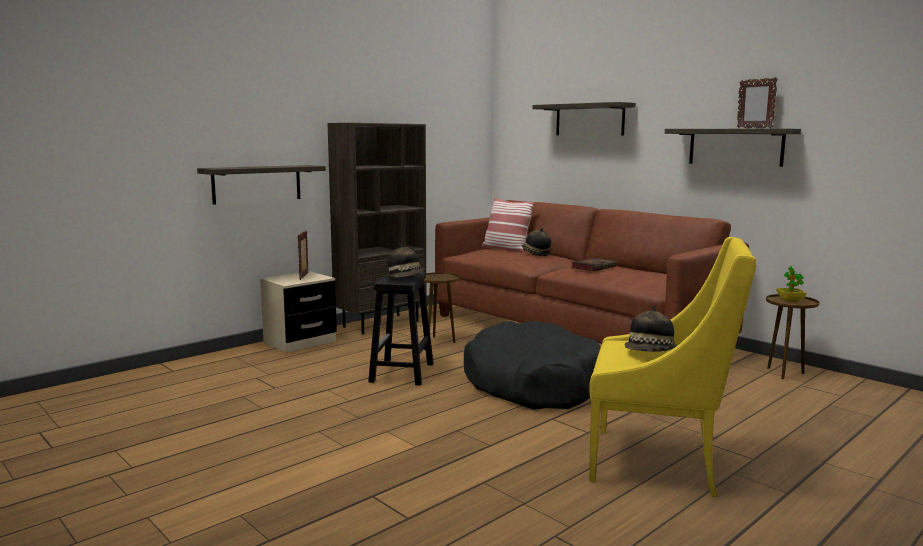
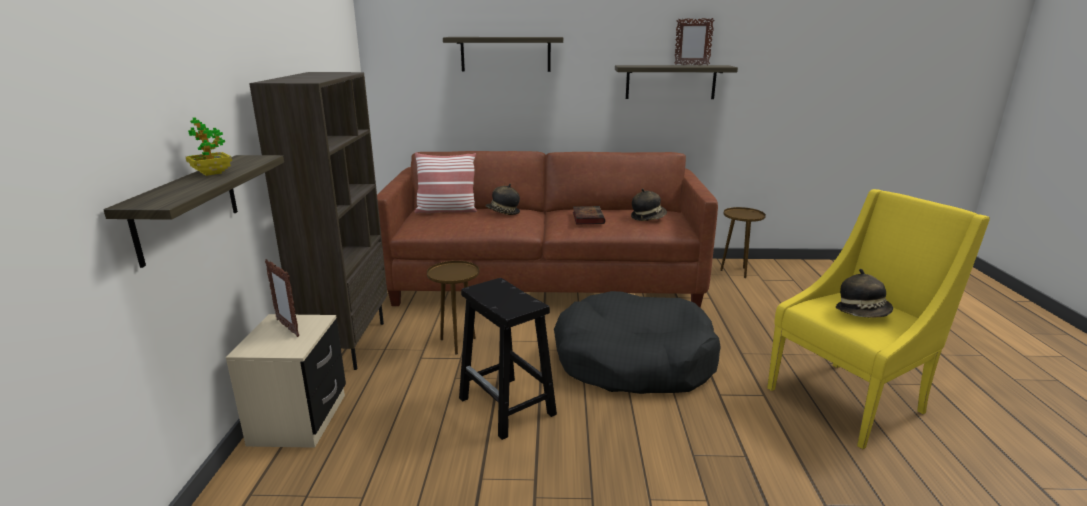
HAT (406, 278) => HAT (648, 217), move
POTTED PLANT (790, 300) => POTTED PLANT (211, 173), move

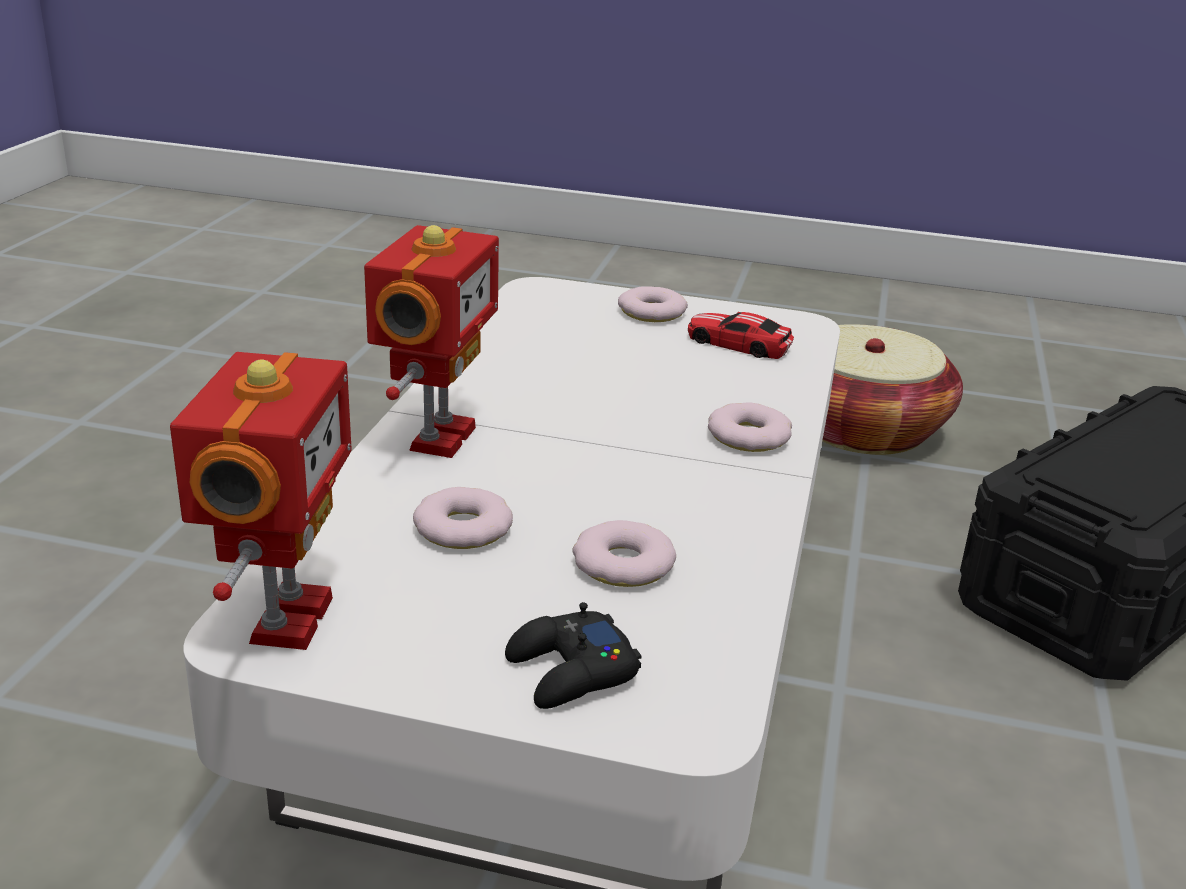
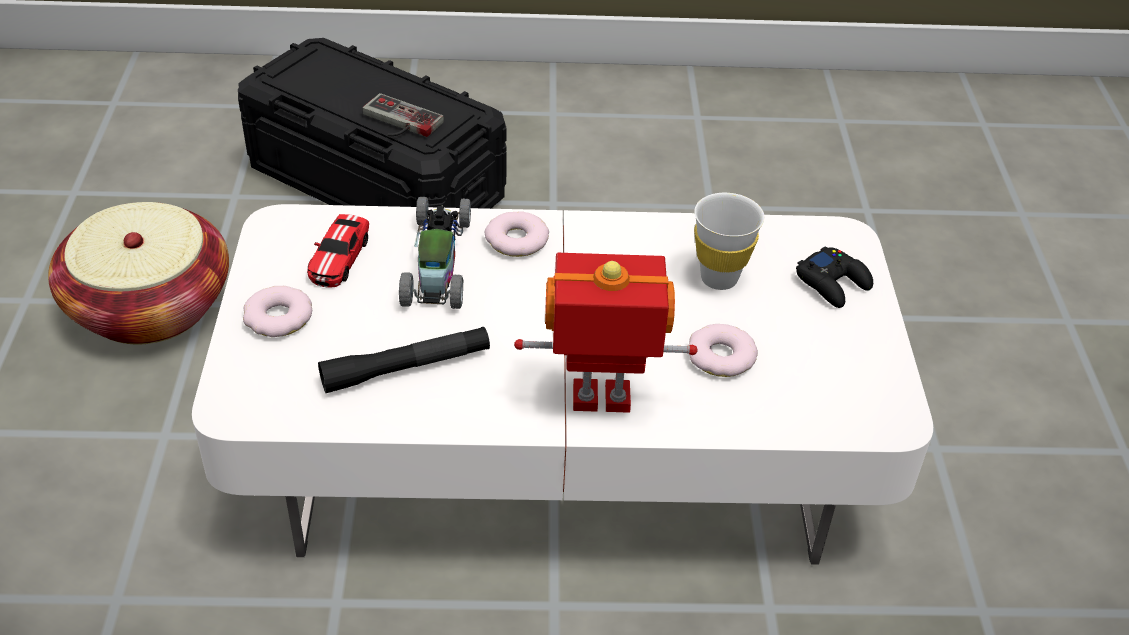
TOY ROBOT (285, 619) => nothing
DONUT (623, 564) => WHITE CUP (719, 278)
nothing => BLACK FLASHLIGHT (406, 368)
nothing => GAME CONTROLLER (397, 122)
nothing => TOY CAR (438, 262)

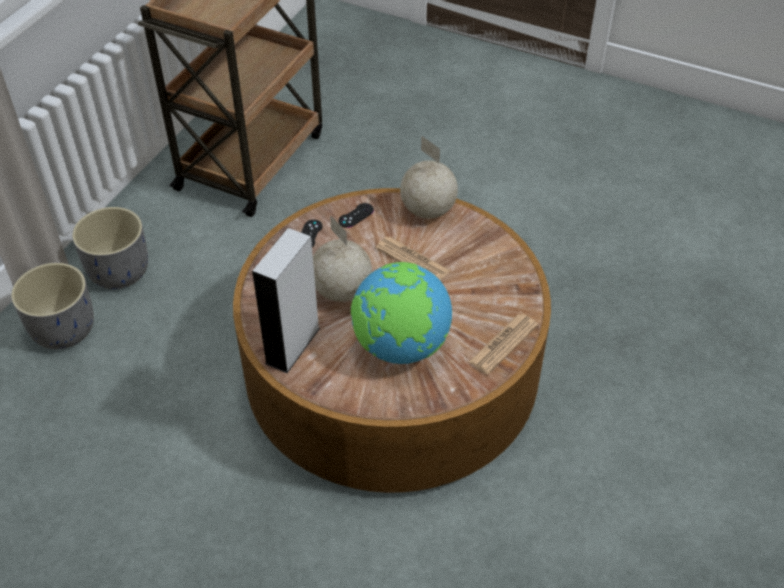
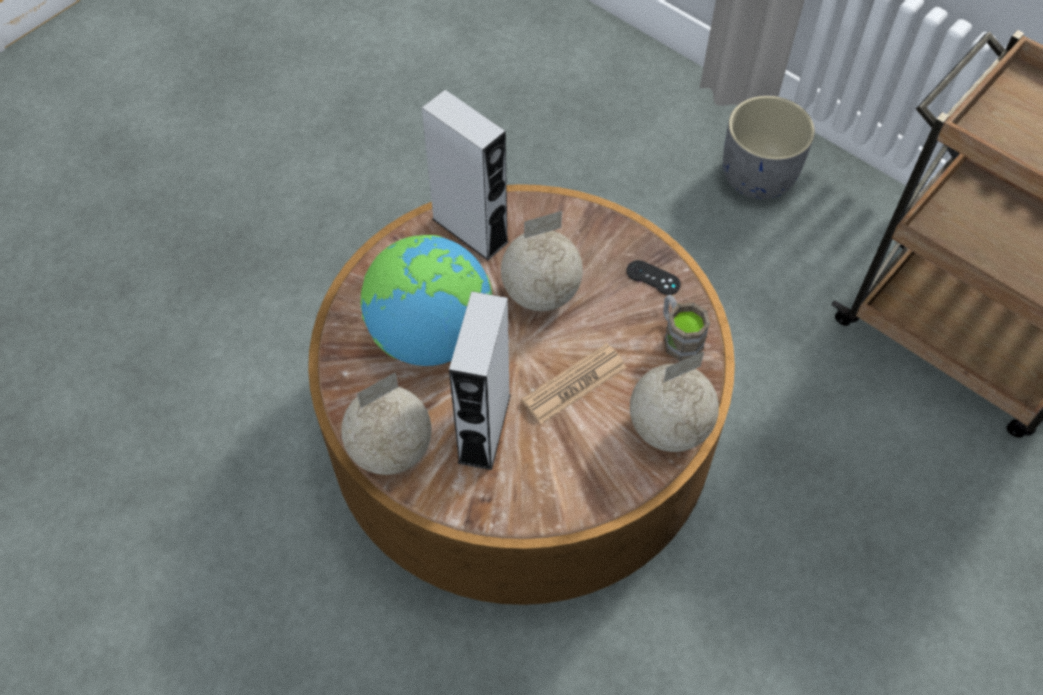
GREY PLANTER (64, 328) => nothing
BLACK GAME CONTROLLER (356, 215) => BROWN MUG (678, 337)
NEWSPAPER (503, 344) => GLOBE (392, 450)
nothing => GREY SPEAKER (484, 428)

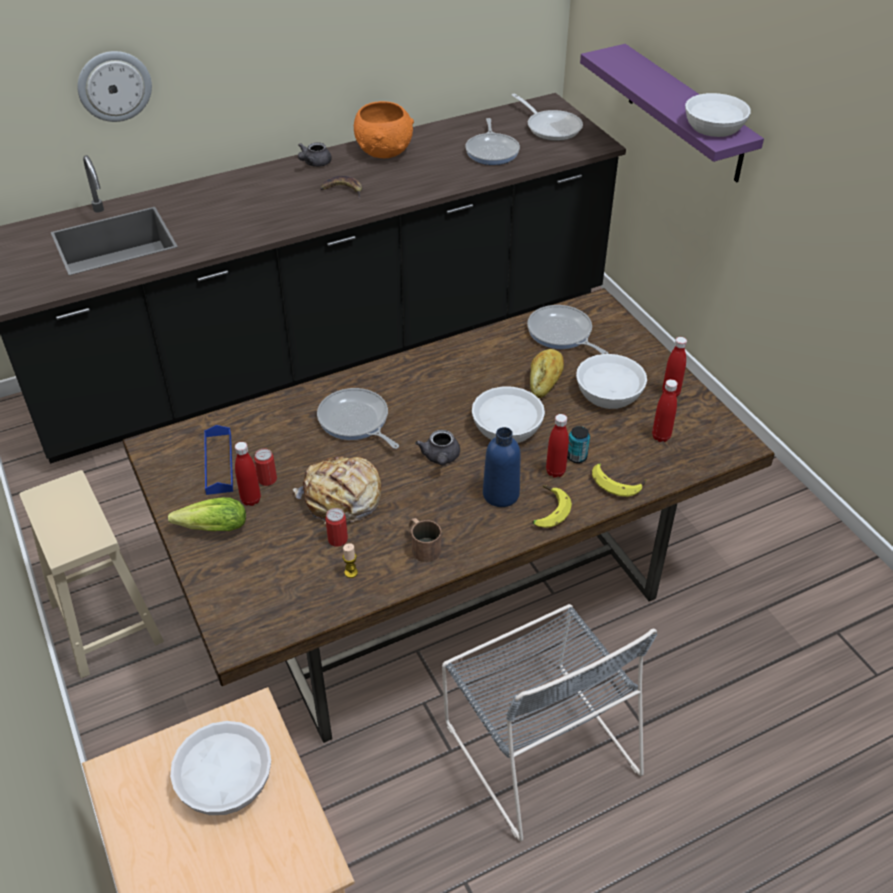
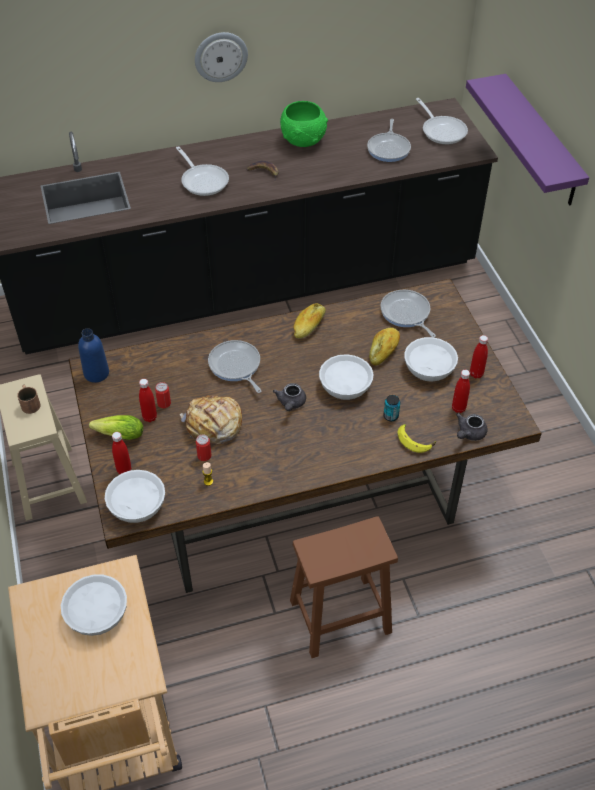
WALL CLOCK (114, 86) => WALL CLOCK (220, 56), move
BLUE TRAY (219, 463) => nothing
GREY TEAPOT (314, 163) => GREY TEAPOT (469, 433), move
ORANGE BOWL (385, 152) => GREEN BOWL (304, 141)
BROWN MUG (422, 545) => BROWN MUG (29, 403), move
GREY CHAIR (538, 743) => BROWN STOOL (338, 617)
BLUE BOTTLE (501, 494) => BLUE BOTTLE (96, 373), move
BANANA (547, 511) => nothing
RED BOTTLE (555, 471) => RED BOTTLE (124, 470), move
WHITE BOWL (713, 126) => WHITE BOWL (136, 504), move
nothing => FRYING PAN (203, 180)
nothing => BREAD (309, 325)

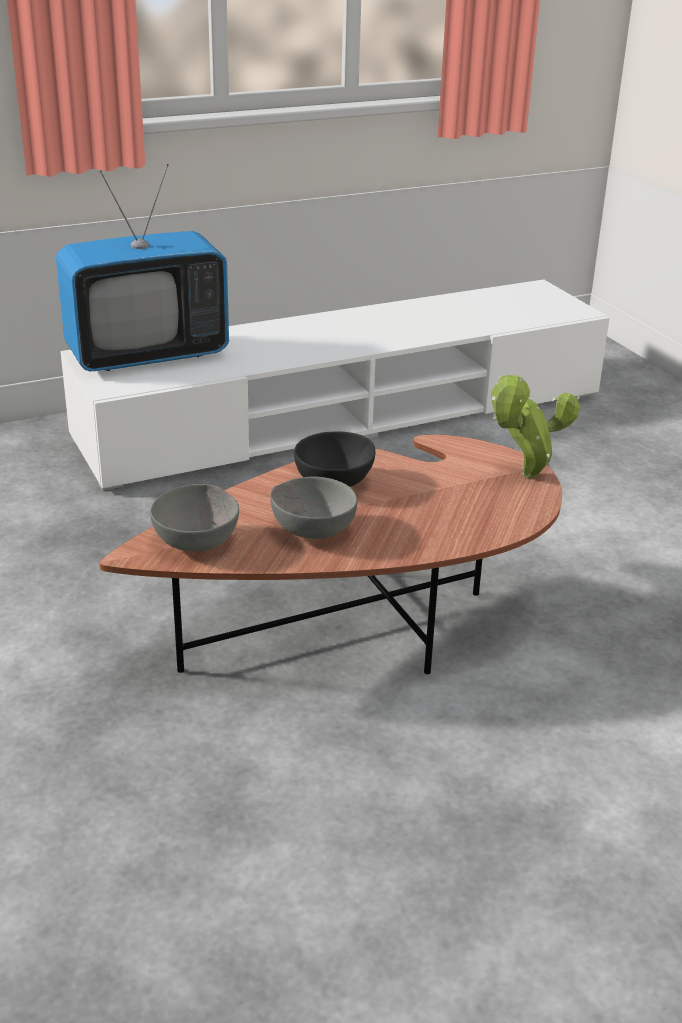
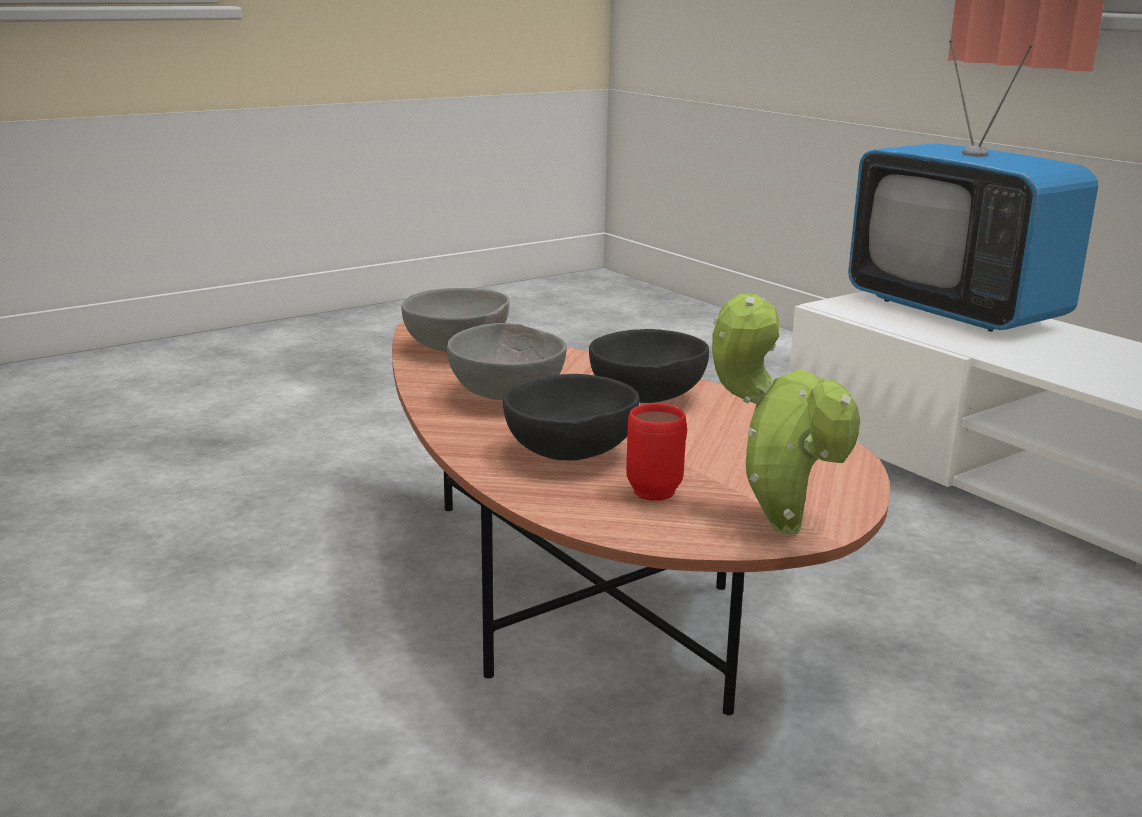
nothing => BLACK BOWL (570, 455)
nothing => RED MUG (661, 489)

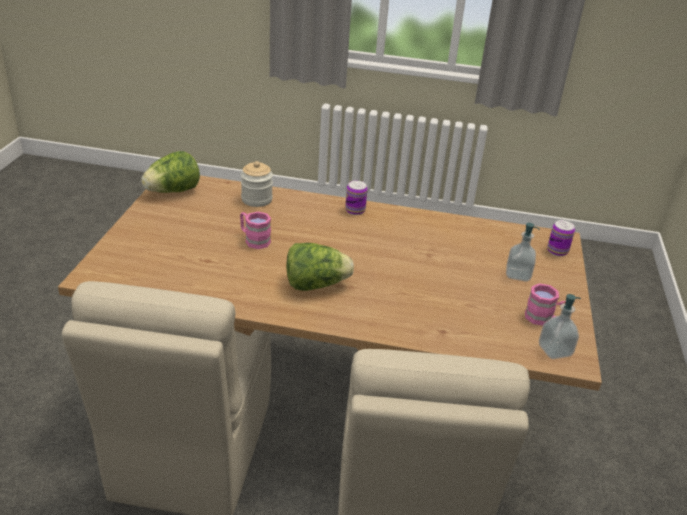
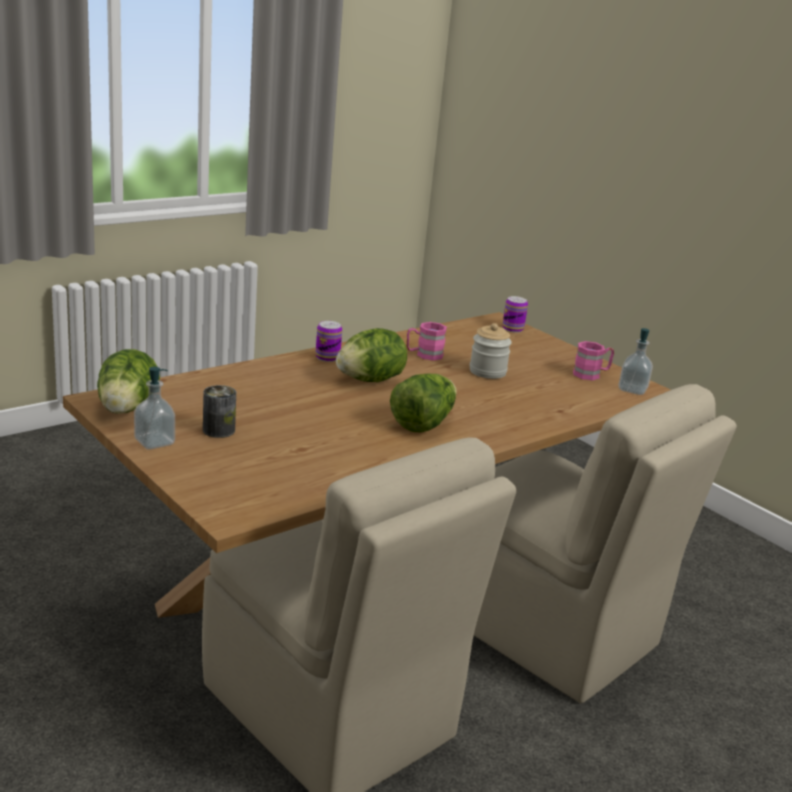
PINK MUG (254, 240) => PINK MUG (424, 355), move
JAR (256, 199) => JAR (487, 372), move
SOAP DISPENSER (518, 275) => SOAP DISPENSER (154, 442), move
nothing => CAN (218, 430)
nothing => LETTUCE (370, 380)

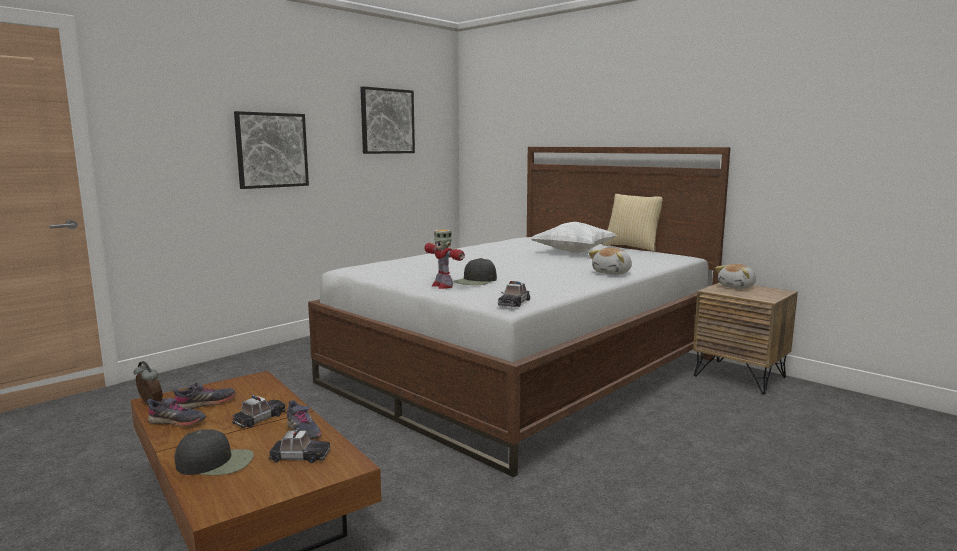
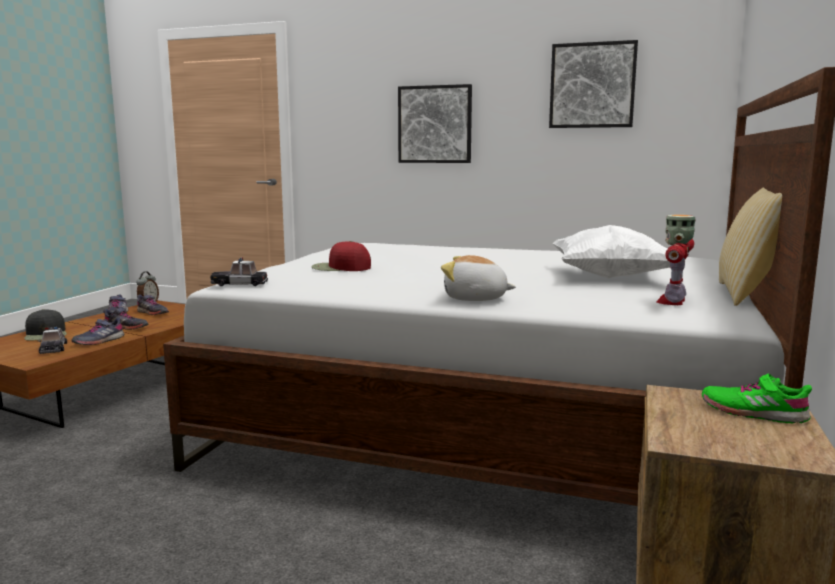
TOY CAR (259, 418) => GREY SHOE (126, 328)
TOY ROBOT (442, 286) => TOY ROBOT (672, 301), move
BLACK CAP (476, 281) => RED CAP (340, 268)
PLUSH TOY (737, 287) => GREEN SHOE (753, 412)

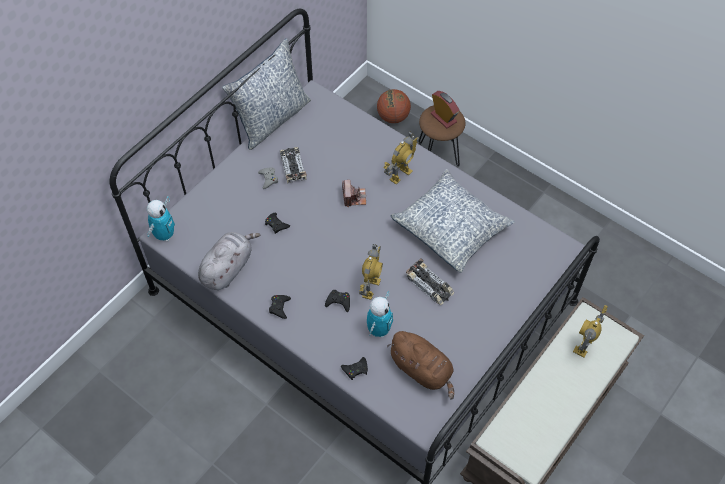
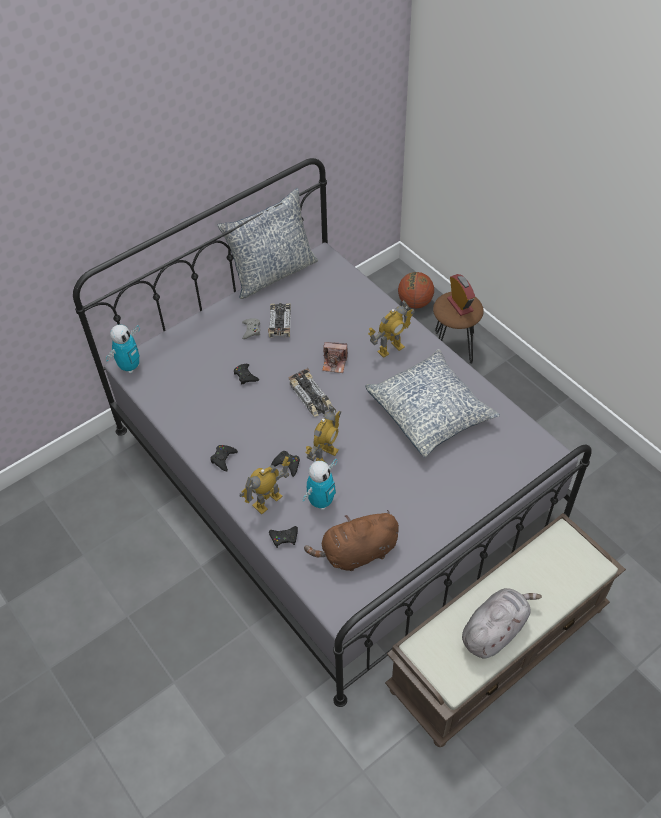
GREY PLUSH TOY (228, 268) => GREY PLUSH TOY (495, 629), move
PHOTO CAMERA (354, 197) => PHOTO CAMERA (334, 363), 90 degrees clockwise
BROWN PLUSH TOY (422, 370) => BROWN PLUSH TOY (356, 553), 105 degrees clockwise
TOY CAR (430, 285) => TOY CAR (311, 397), move
TOY ROBOT (584, 345) => TOY ROBOT (268, 502), move

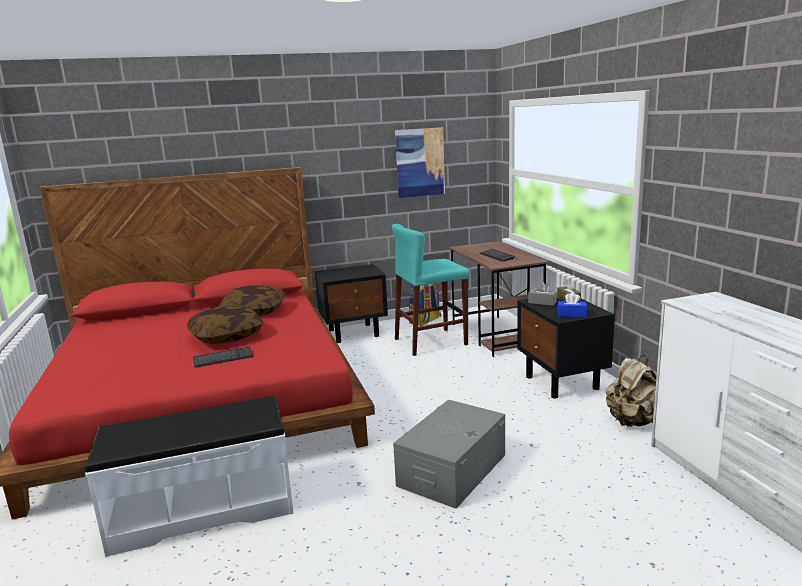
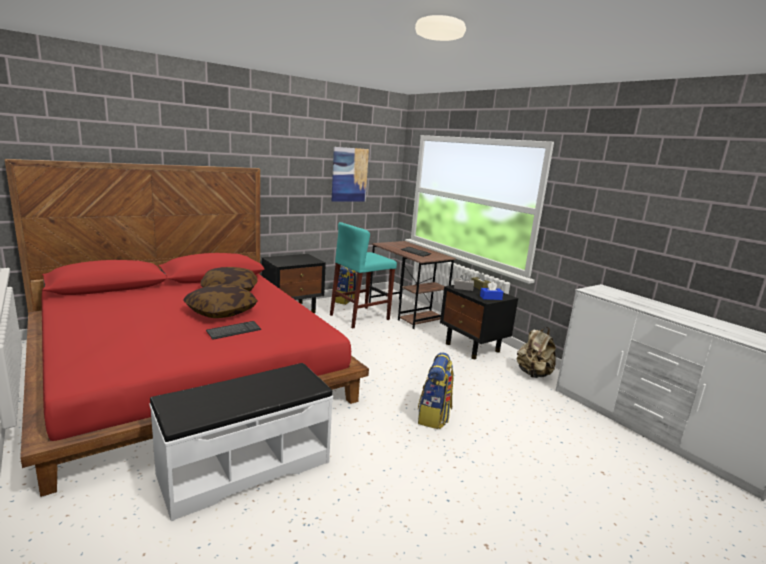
GREY STORAGE BOX (452, 470) => BACKPACK (434, 416)

